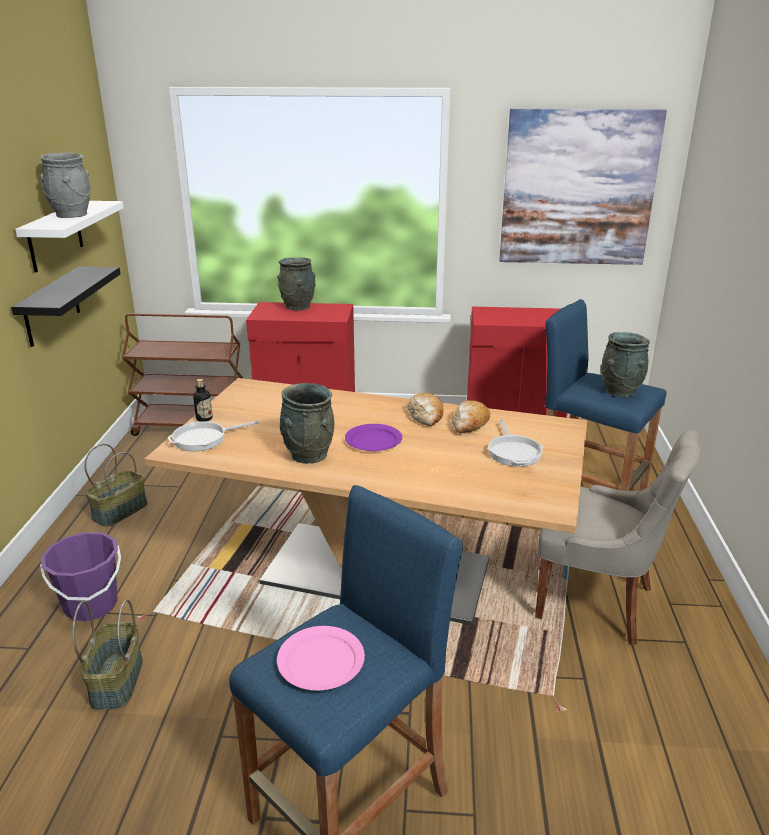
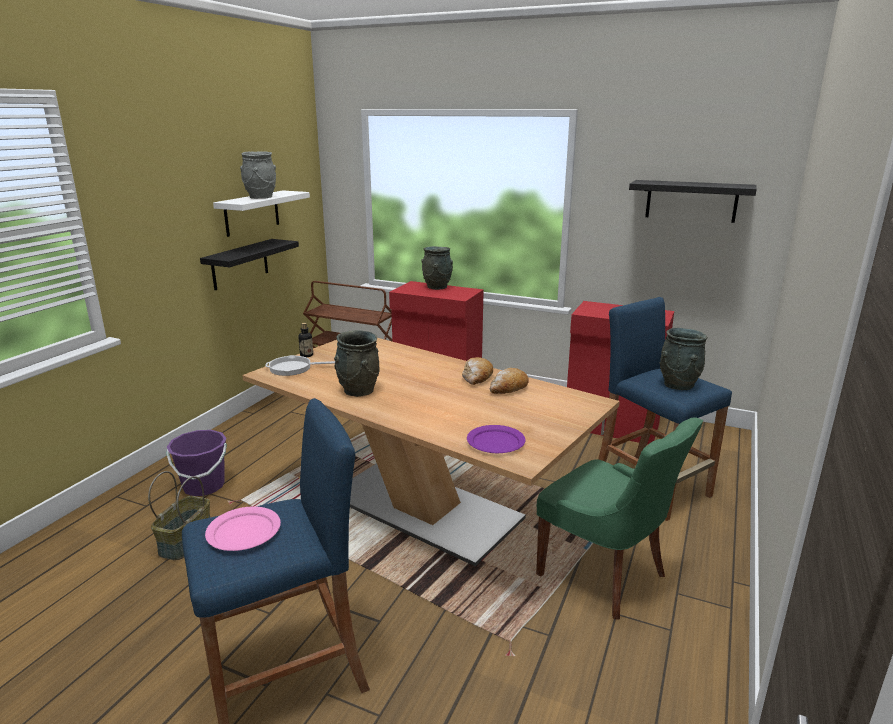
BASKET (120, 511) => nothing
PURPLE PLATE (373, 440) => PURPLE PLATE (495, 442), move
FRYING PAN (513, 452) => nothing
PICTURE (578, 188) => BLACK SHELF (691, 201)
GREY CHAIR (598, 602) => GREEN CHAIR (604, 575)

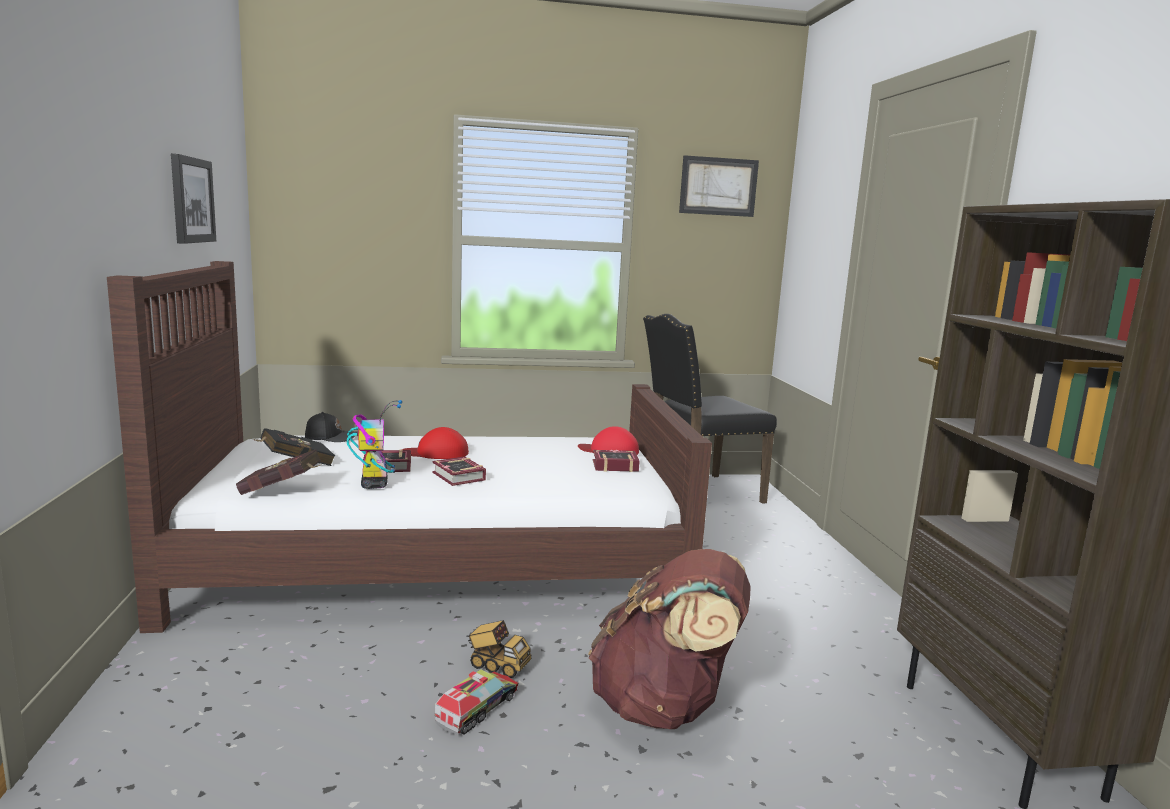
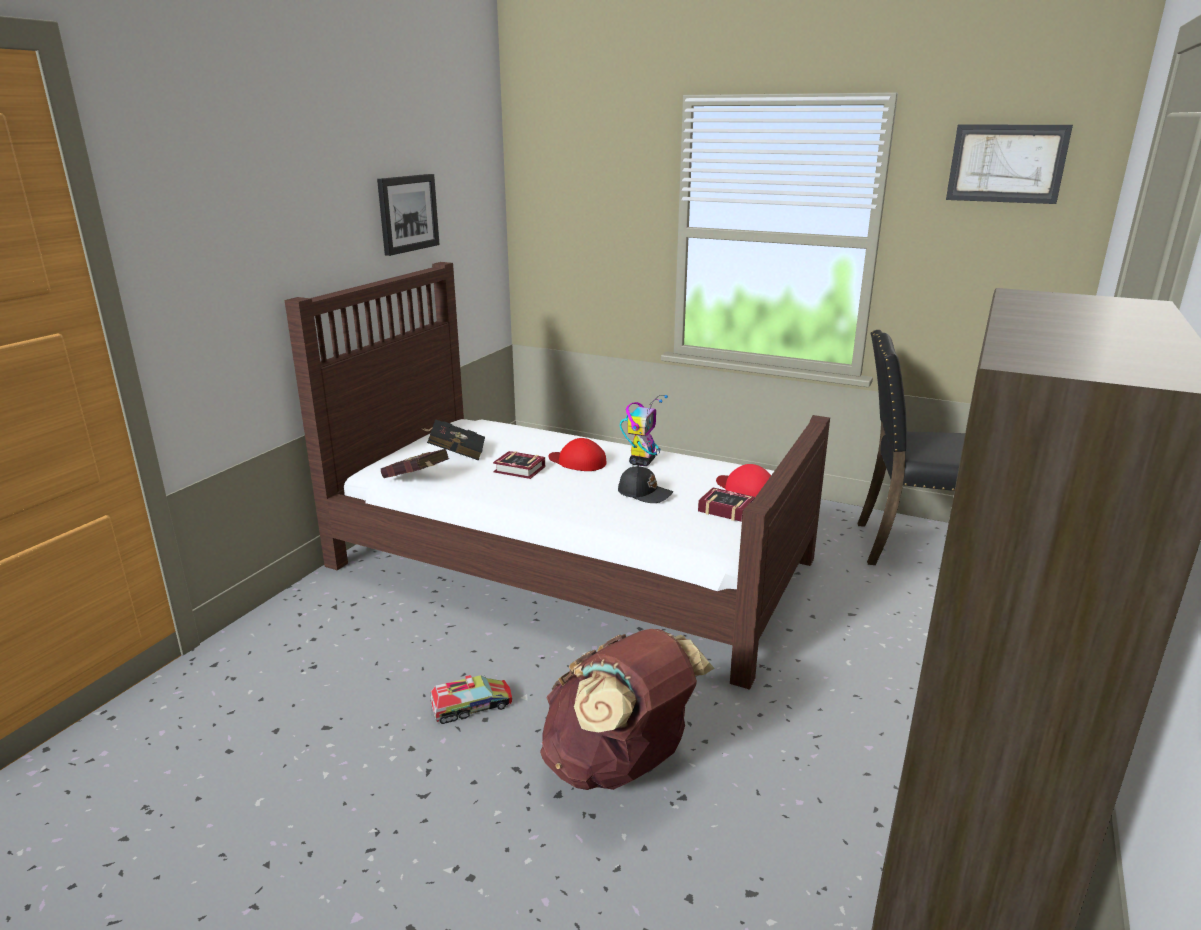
BLACK CAP (330, 437) => BLACK CAP (644, 493), move
TOY ROBOT (374, 484) => TOY ROBOT (642, 461), move
BOOK (458, 477) => nothing
TOY TRUCK (497, 666) => nothing

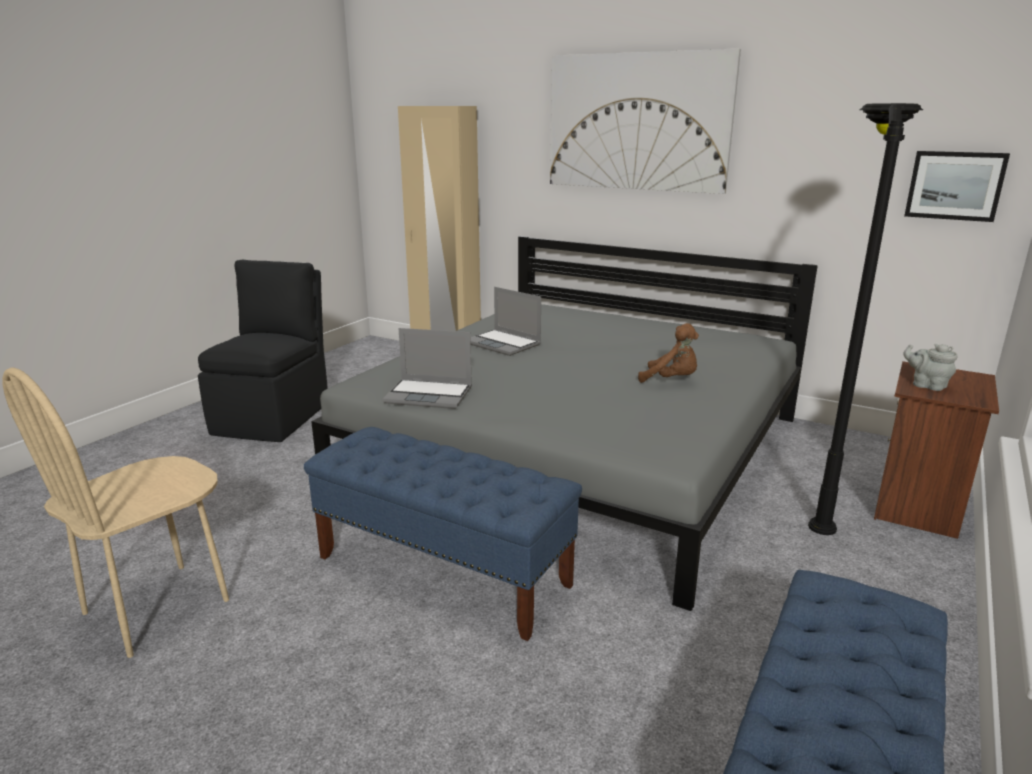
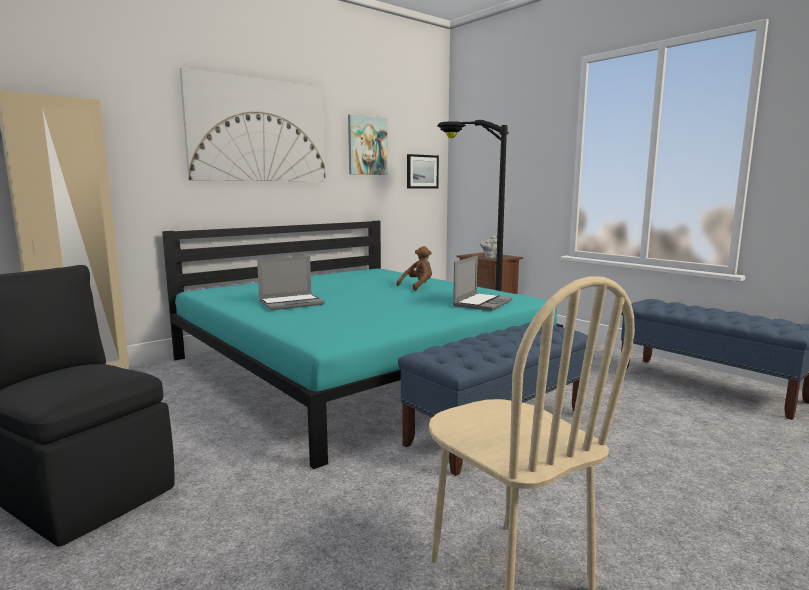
GREY BED (579, 449) => TURQUOISE BED (358, 366)
LAPTOP (430, 395) => LAPTOP (482, 303), move
nothing => PICTURE (367, 146)

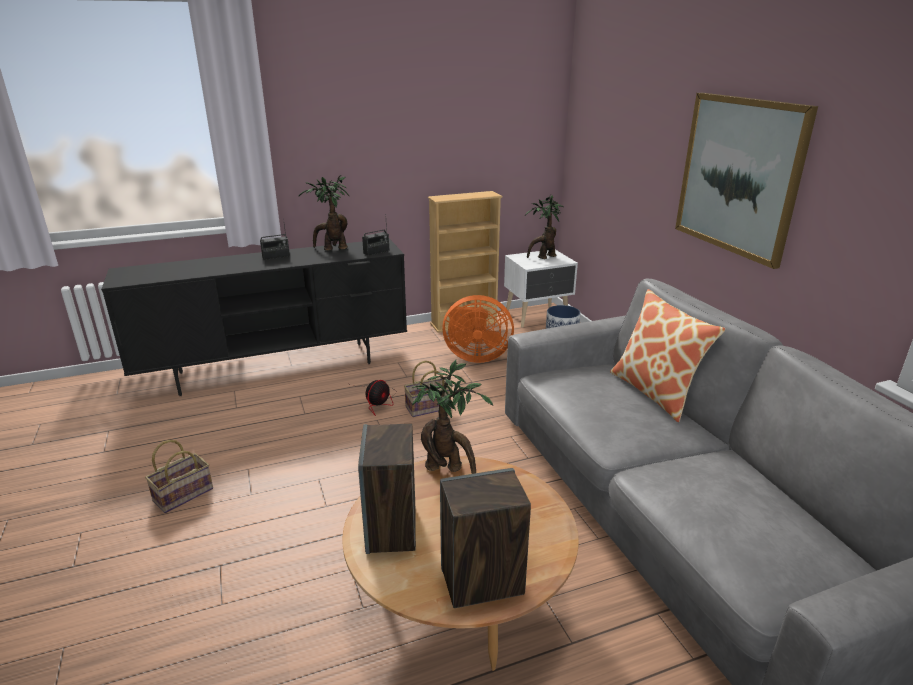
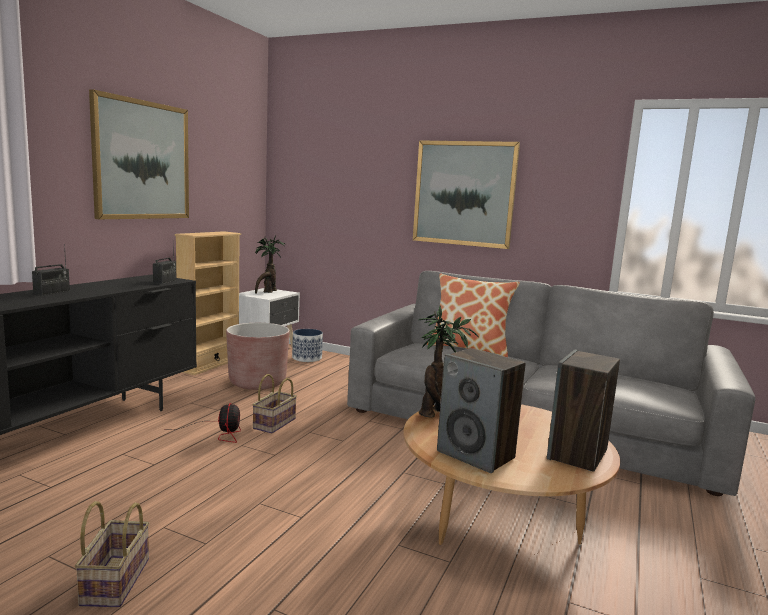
POTTED PLANT (332, 249) => nothing
ORANGE FAN (475, 356) => BROWN PLANTER (257, 382)
nothing => PICTURE (142, 160)

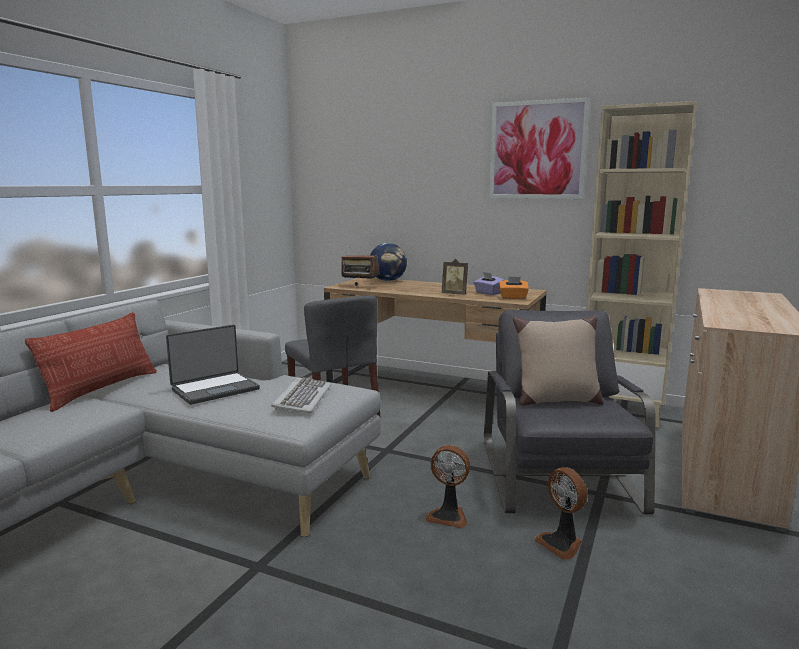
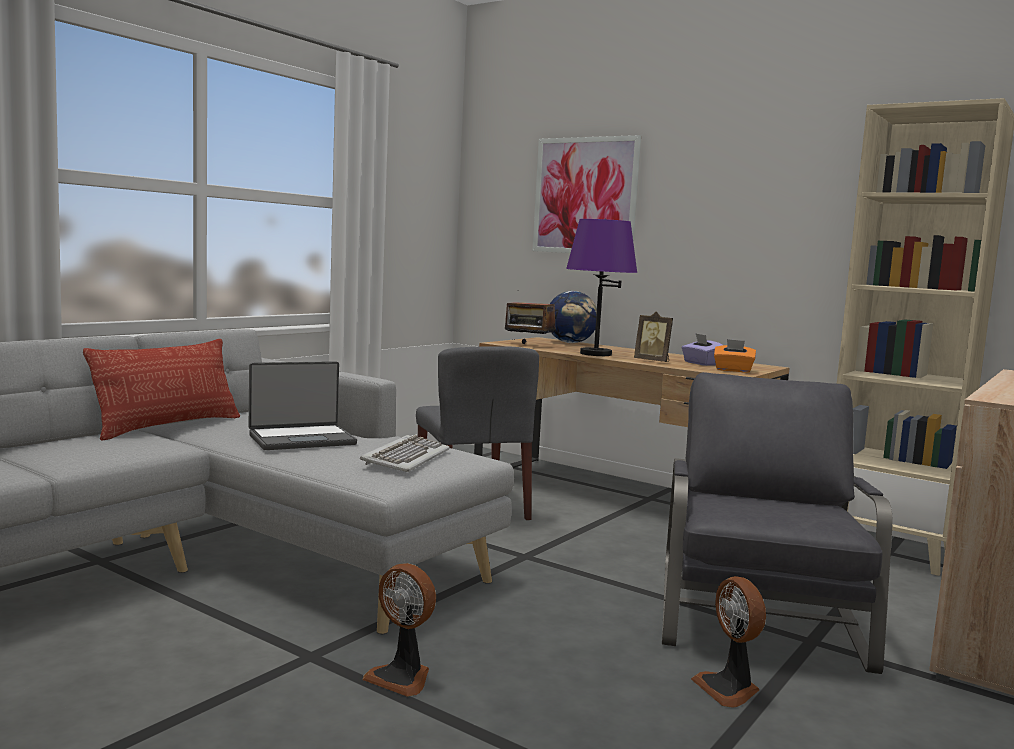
FAN (448, 516) => FAN (402, 677), move
PICTURE (537, 150) => PICTURE (585, 196), move
BEIGE PILLOW (555, 400) => nothing
nothing => PURPLE TABLE LAMP (595, 354)

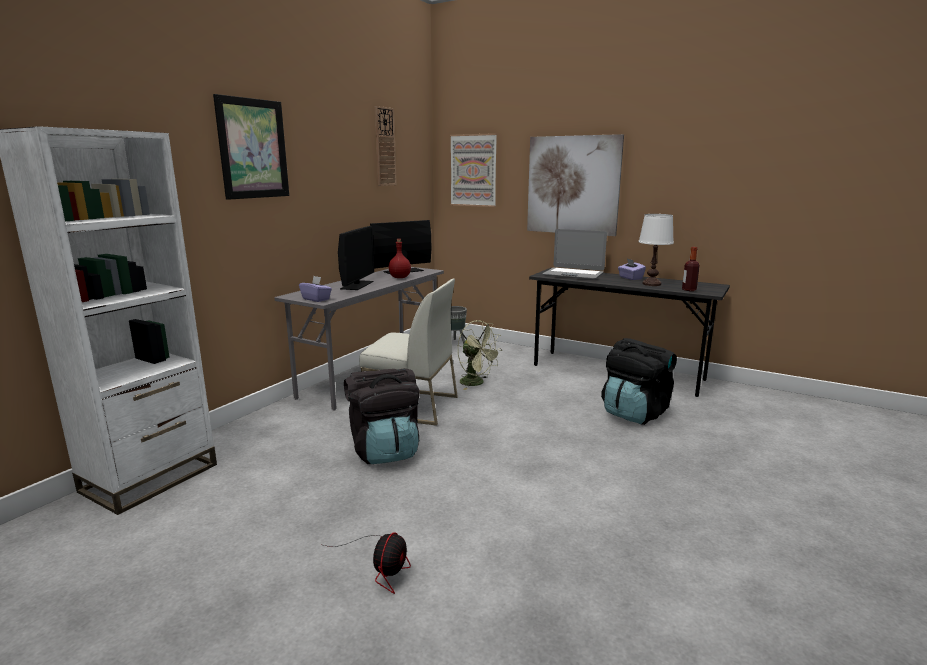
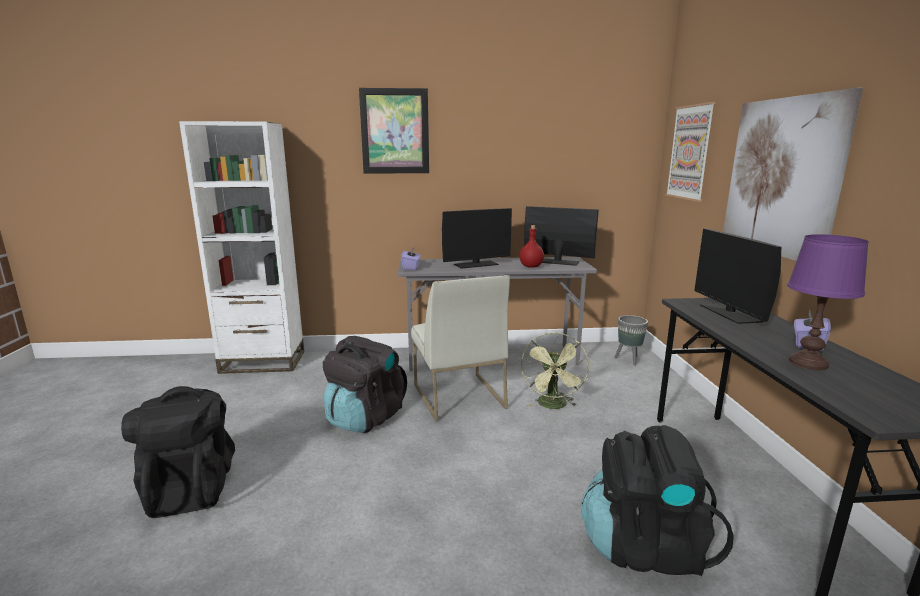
FAN (383, 565) => BLACK BACKPACK (191, 488)
WALL CLOCK (385, 147) => nothing
LAPTOP (573, 274) => MONITOR (729, 313)
WHITE TABLE LAMP (652, 284) => PURPLE TABLE LAMP (808, 363)
BOTTLE (689, 290) => nothing

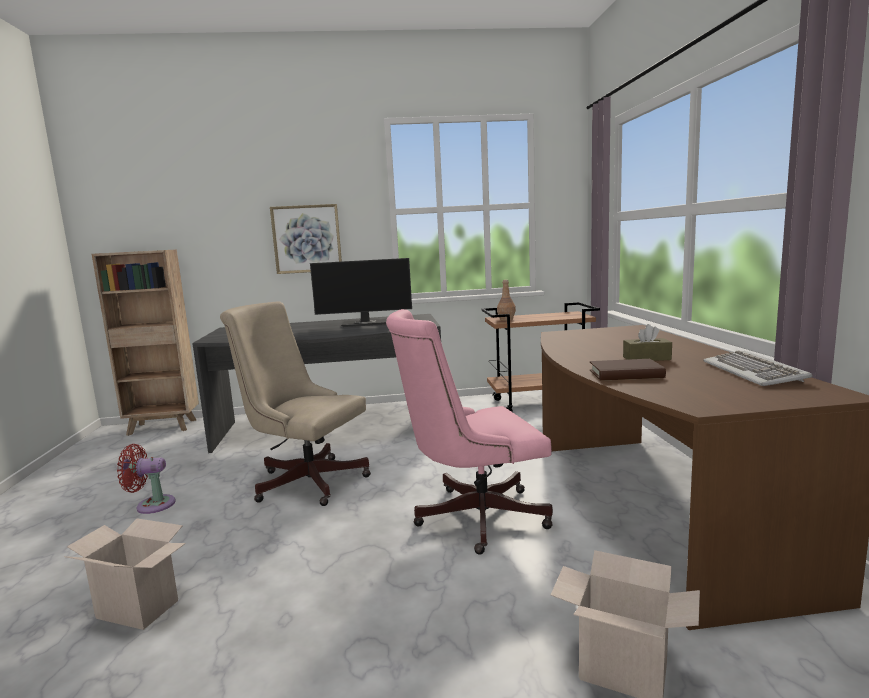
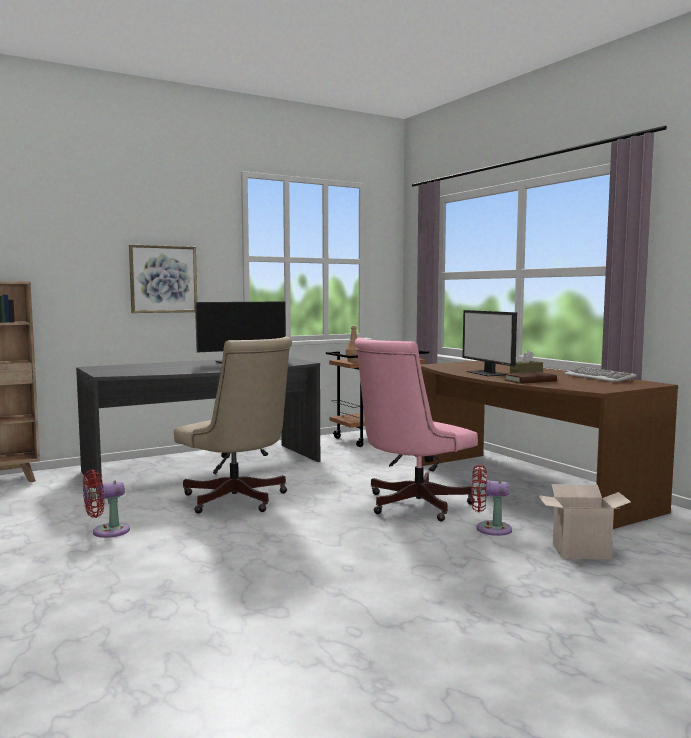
CARDBOARD BOX (141, 608) => nothing
BEIGE OFFICE CHAIR (305, 480) => BEIGE OFFICE CHAIR (238, 501), 135 degrees counterclockwise
nothing => MONITOR (488, 373)
nothing => RED FAN (489, 528)

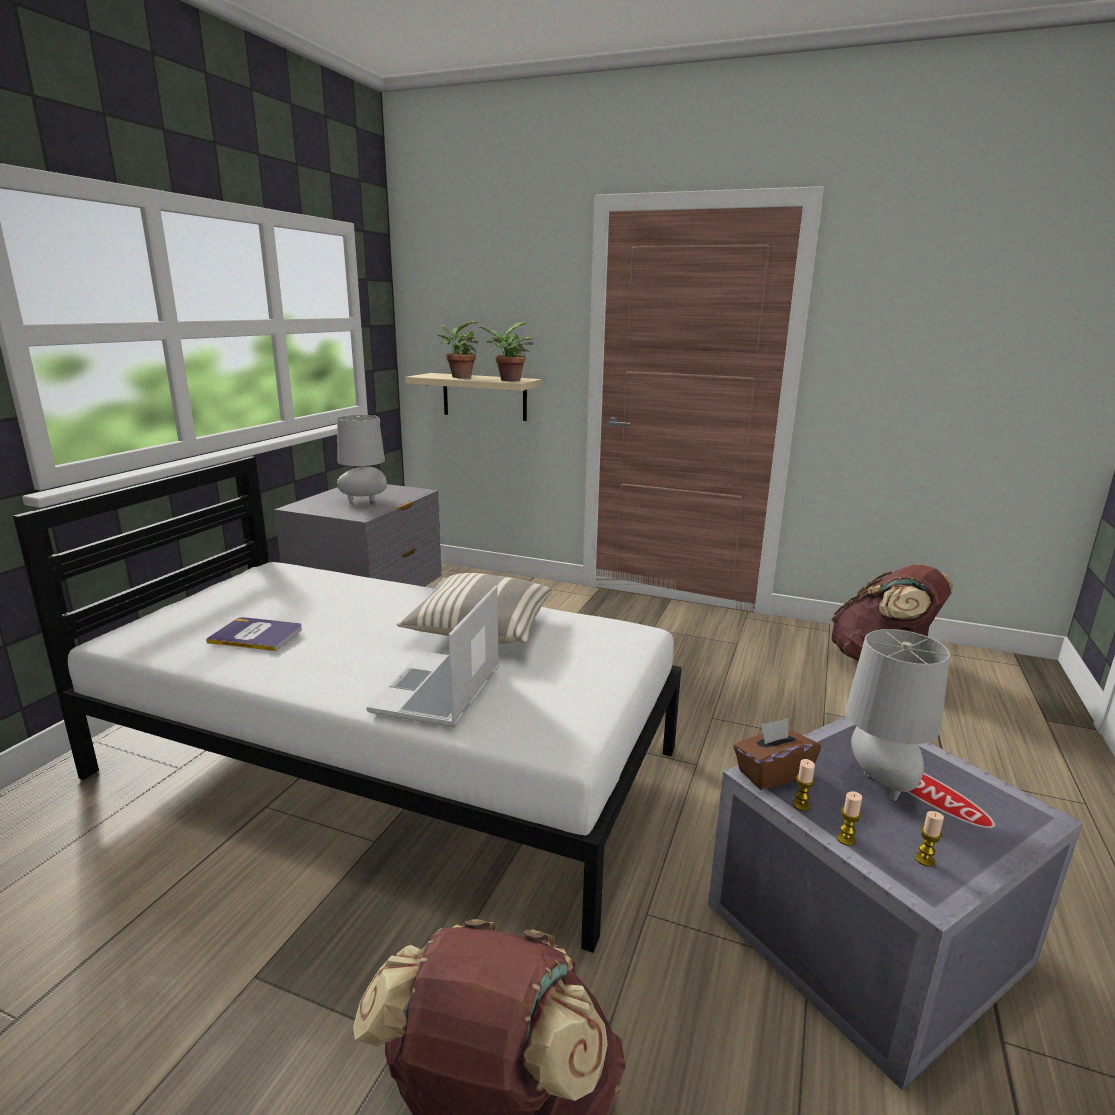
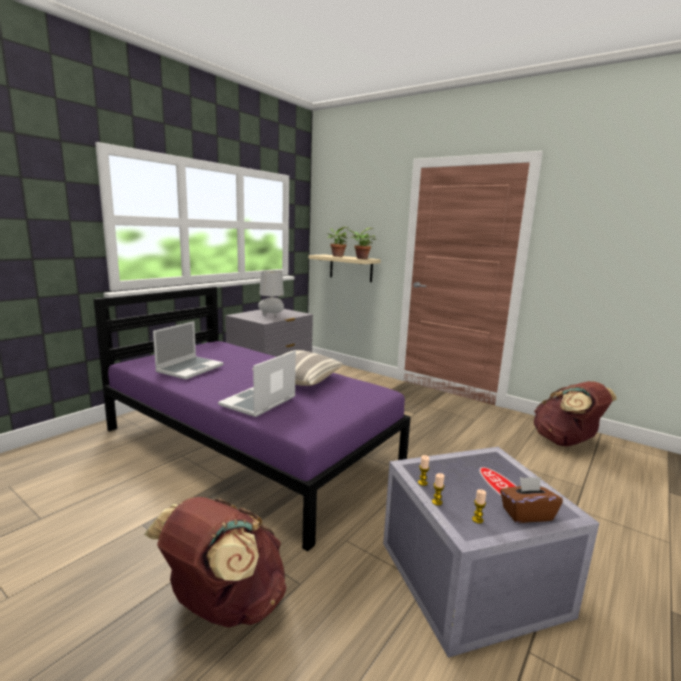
WHITE BED (389, 761) => PURPLE BED (249, 446)
BOOK (256, 635) => LAPTOP (190, 368)
BROWN TISSUE BOX (772, 773) => BROWN TISSUE BOX (526, 514), move
GREY TABLE LAMP (878, 782) => nothing

